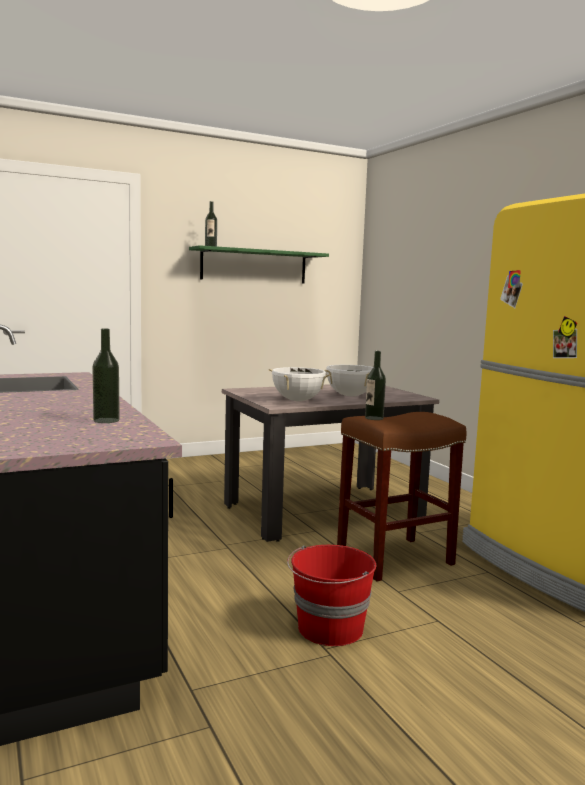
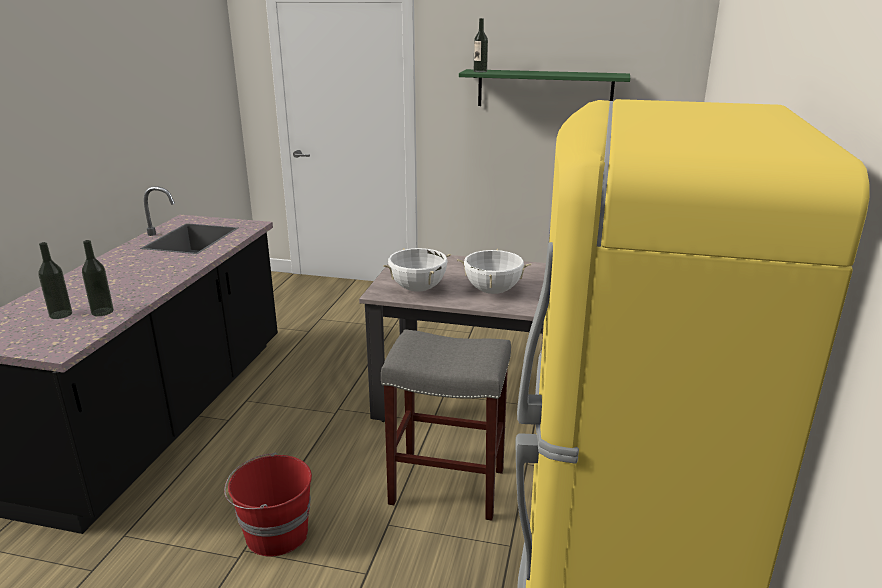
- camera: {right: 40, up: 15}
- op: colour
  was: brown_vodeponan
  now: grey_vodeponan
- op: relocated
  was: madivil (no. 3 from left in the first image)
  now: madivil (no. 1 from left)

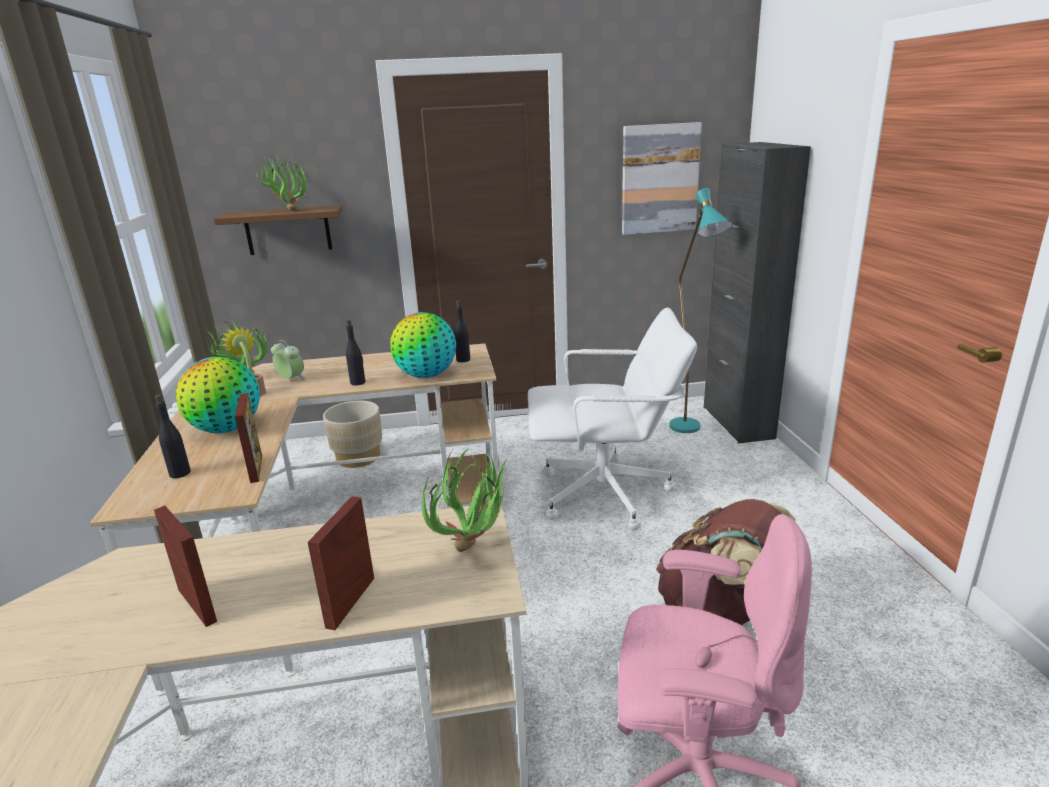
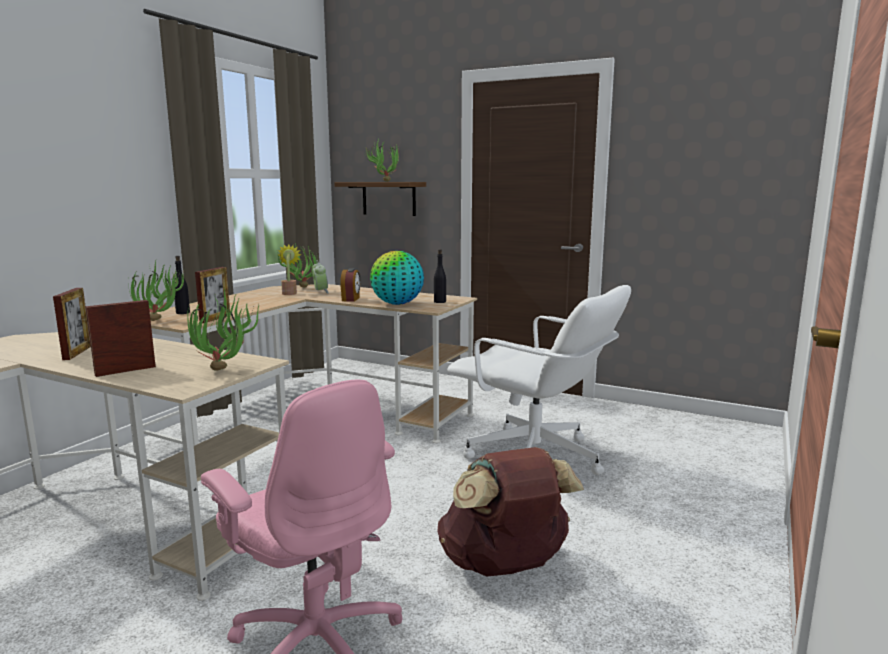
- camera: {right: 35, up: -10}
- op: missing
  was: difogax (no. 1 from left)
- op: missing
  was: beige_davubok
- op: exchanged
  was: black_madivil (no. 2 from left)
  now: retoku (no. 2 from left)
- op: missing
  was: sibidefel
- op: missing
  was: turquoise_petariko
- op: missing
  was: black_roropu
- op: appeared
  now: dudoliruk (no. 1 from left)

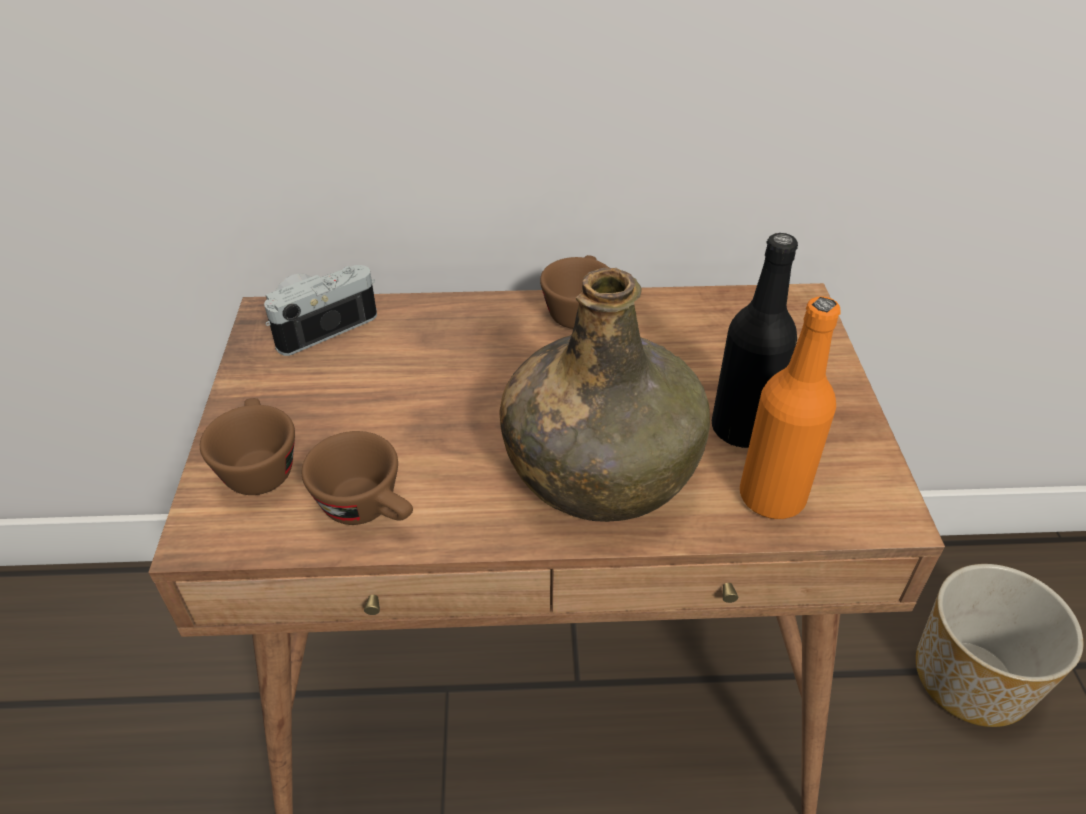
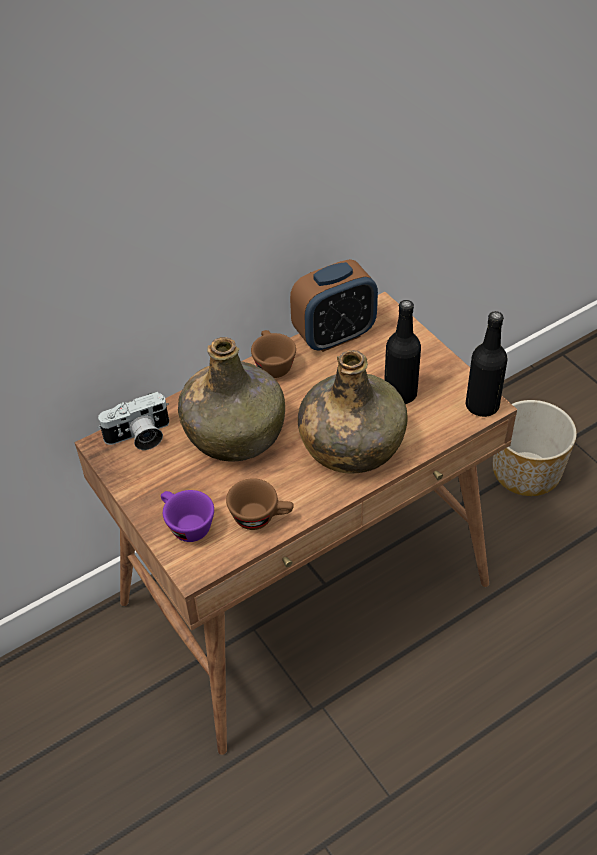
- camera: {right: -30, up: 5}
- op: colour
  was: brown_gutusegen (no. 1 from left)
  now: purple_gutusegen
- op: spun
  was: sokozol
  clockwise: -135
- op: missing
  was: orange_madivil
- op: appeared
  now: green_madivil (no. 1 from left)
- op: appeared
  now: retoku
- op: appeared
  now: black_madivil (no. 2 from left)

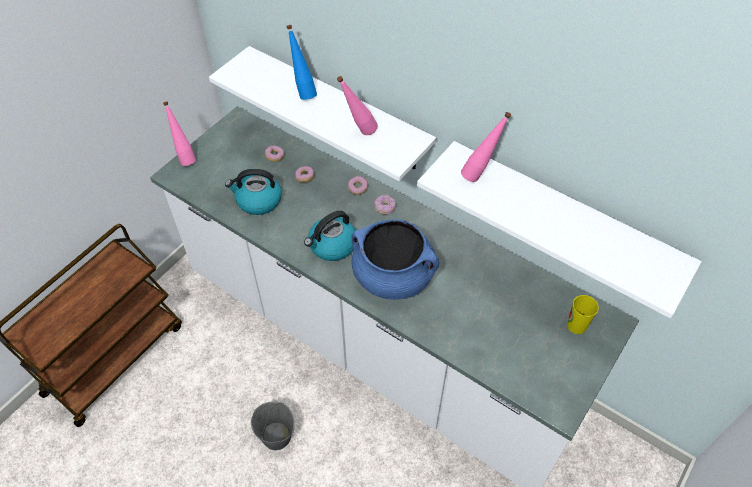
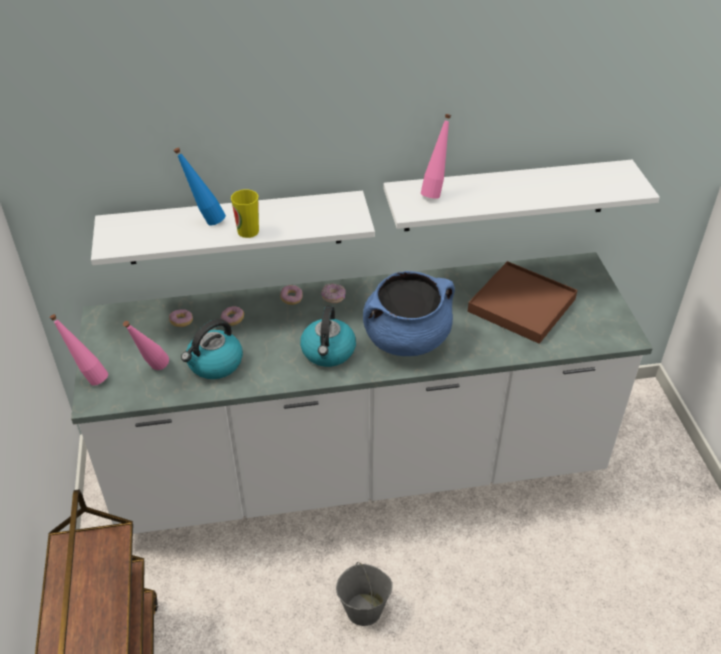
- camera: {right: -45, up: -10}
- op: relocated
  was: pink_madivil (no. 2 from left)
- op: relocated
  was: gutusegen
- op: appeared
  now: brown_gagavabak

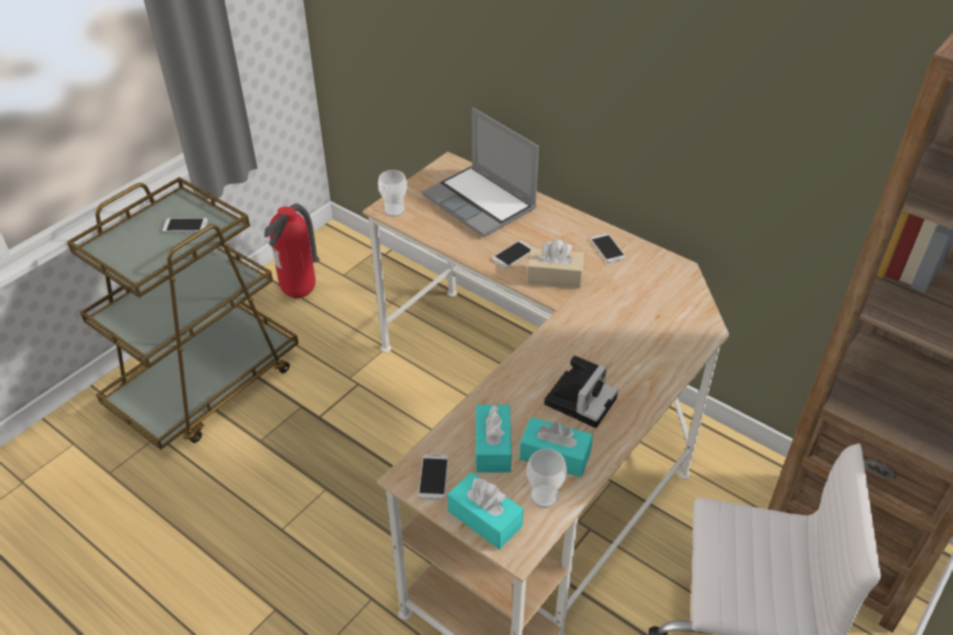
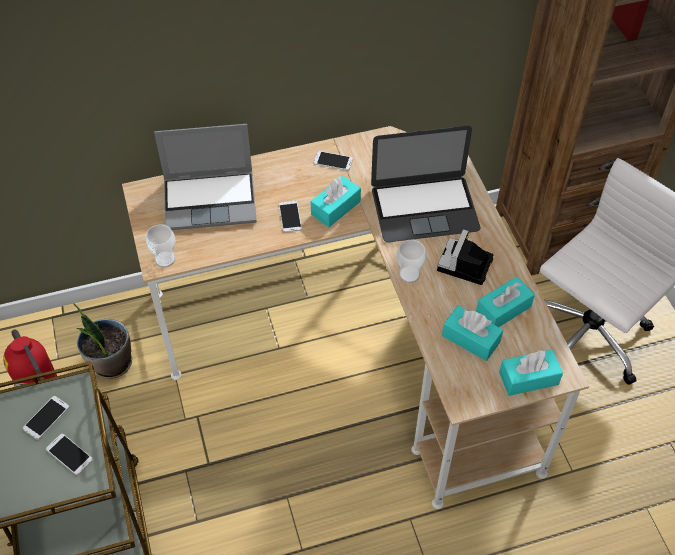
- camera: {right: -55, up: 10}
- op: relocated
  was: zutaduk (no. 2 from left)
- op: colour
  was: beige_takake
  now: turquoise_takake (no. 1 from left)
- op: relocated
  was: gutusegen (no. 2 from left)
- op: spun
  was: sokozol
  clockwise: -135
- op: appeared
  now: dudoliruk
- op: appeared
  now: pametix (no. 2 from left)

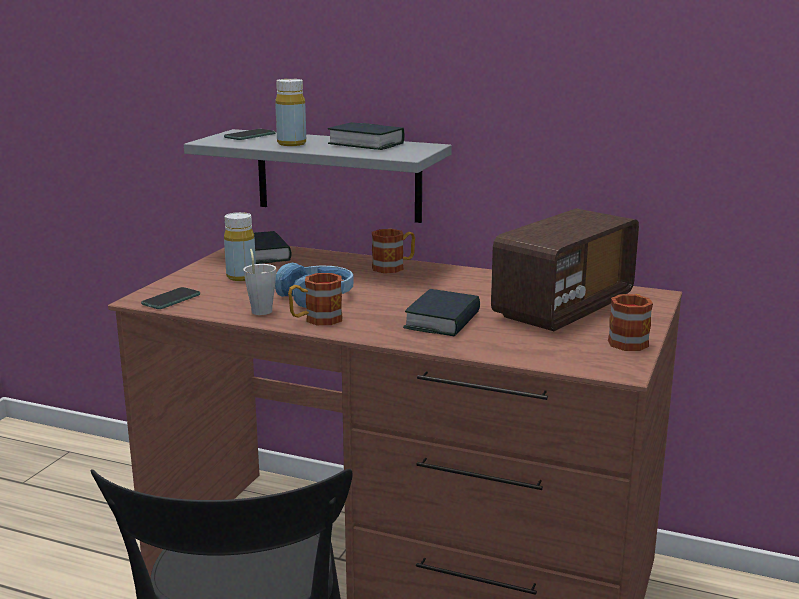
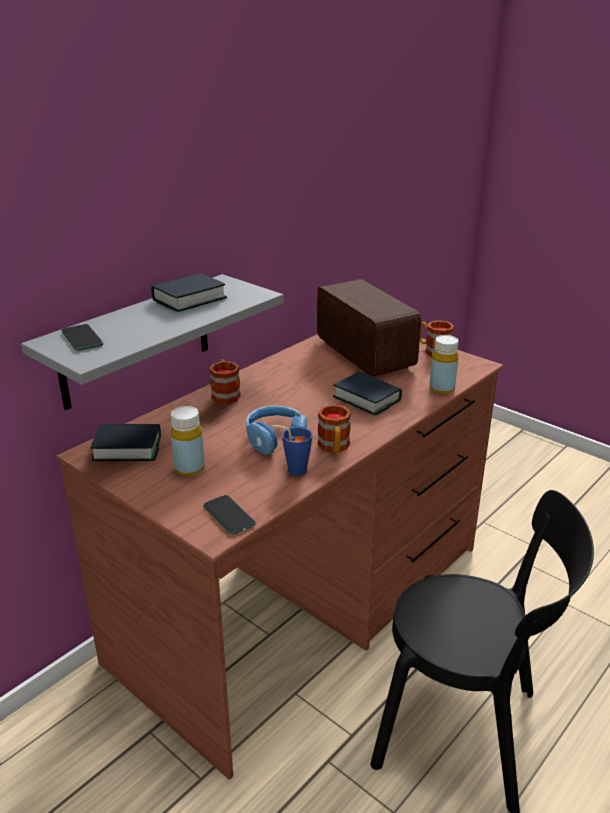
- camera: {right: -70, up: 10}
- op: colour
  was: grey_gutusegen
  now: blue_gutusegen
- op: relocated
  was: yellow_madivil (no. 2 from left)

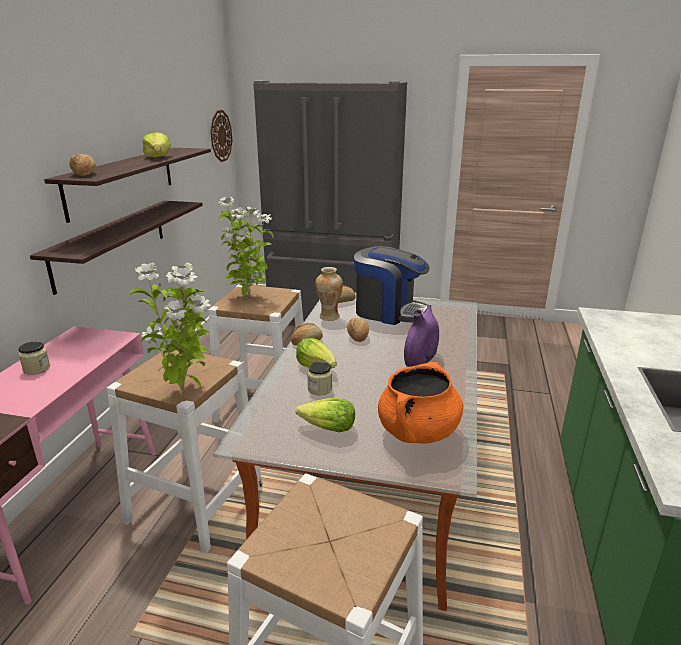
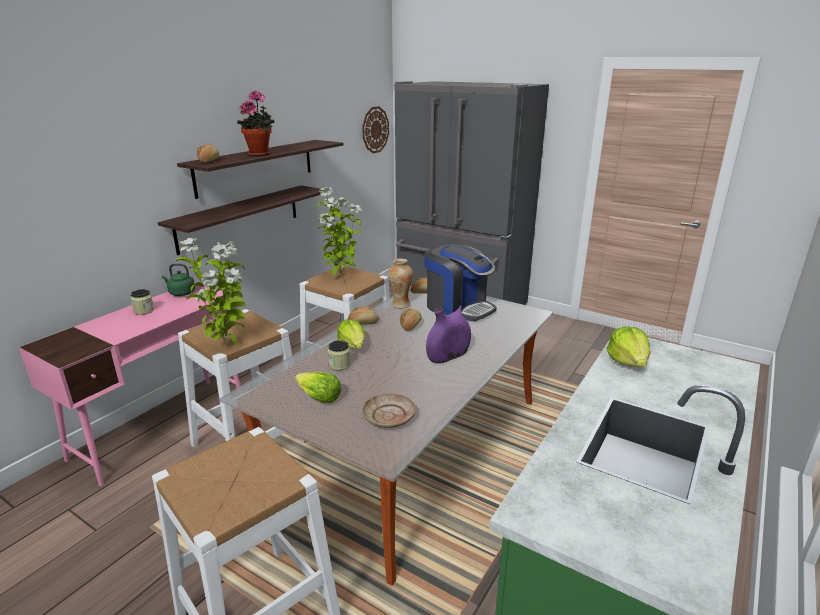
- camera: {right: 20, up: 0}
- op: relocated
  was: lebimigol (no. 1 from left in the first image)
  now: lebimigol (no. 3 from left)
- op: exchanged
  was: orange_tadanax
  now: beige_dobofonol
- op: appeared
  now: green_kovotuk
- op: appeared
  now: dudoliruk (no. 2 from left)

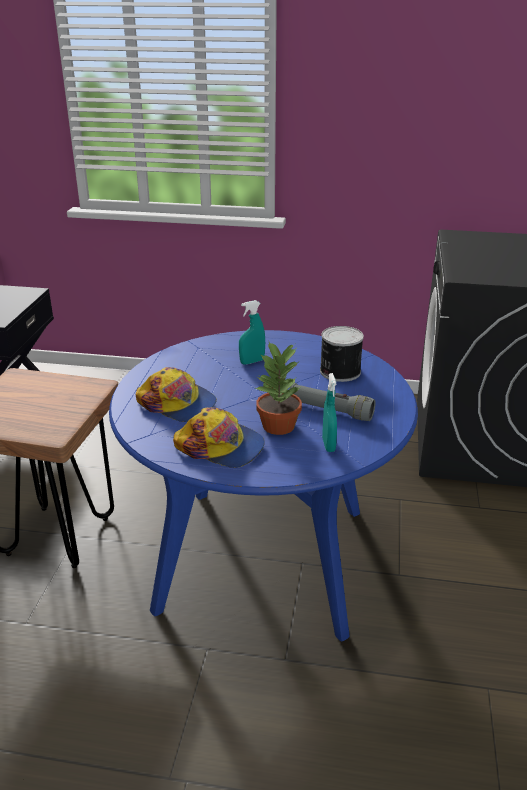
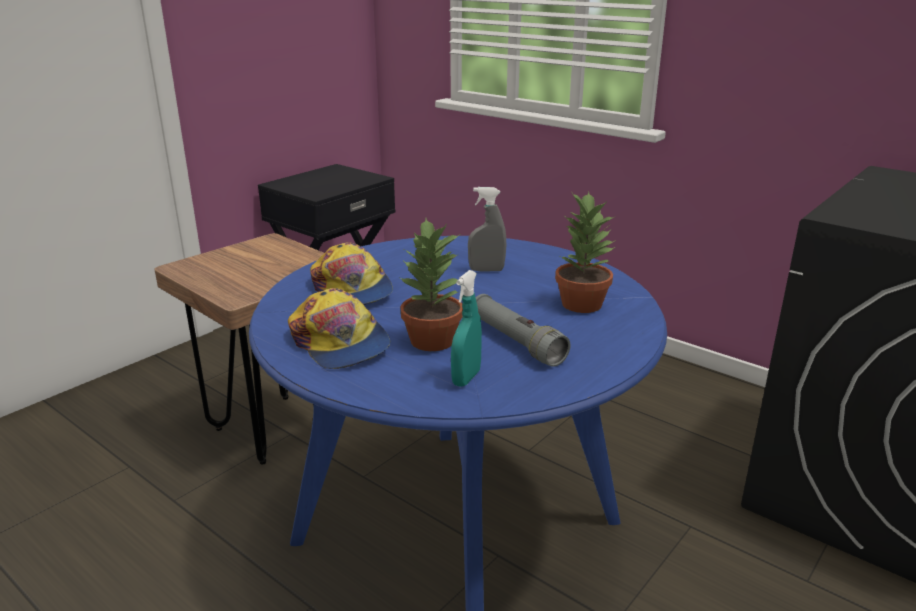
- camera: {right: 30, up: -5}
- op: colour
  was: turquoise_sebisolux (no. 1 from left)
  now: grey_sebisolux
- op: exchanged
  was: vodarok
  now: dudoliruk (no. 2 from left)

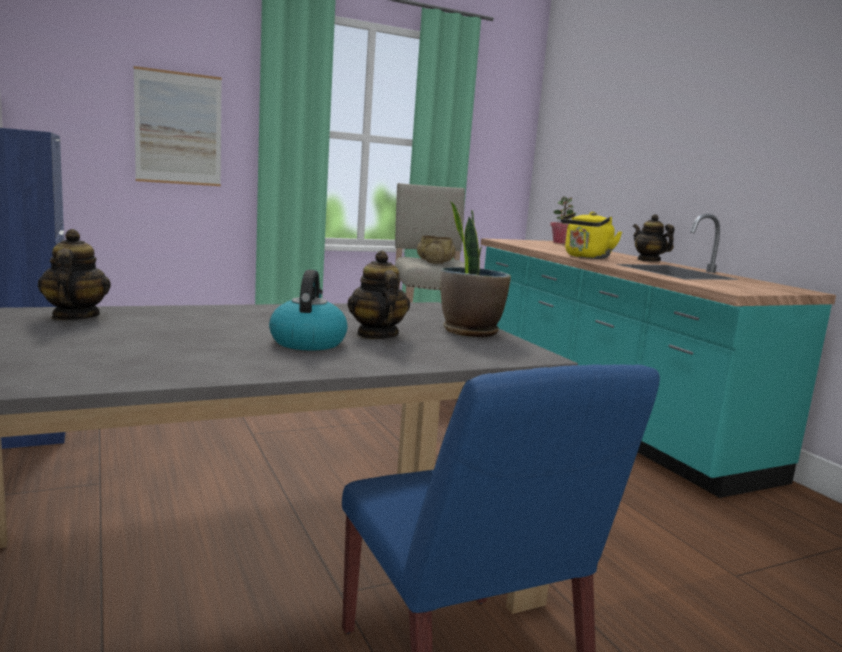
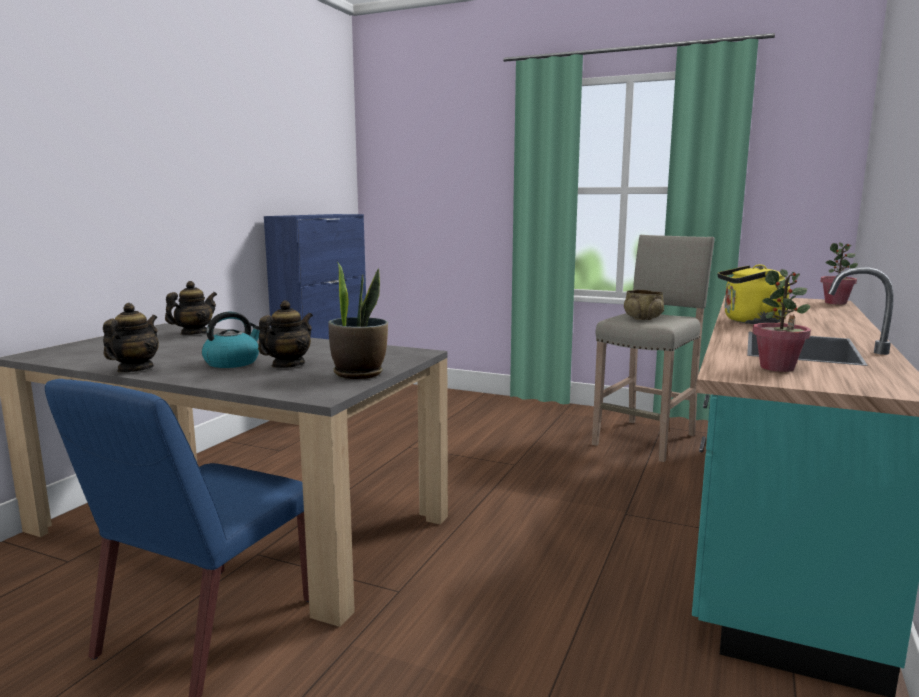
- camera: {right: 50, up: 0}
- op: missing
  was: sibidefel
- op: relocated
  was: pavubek (no. 3 from left in the first image)
  now: pavubek (no. 1 from left)
- op: appeared
  now: dudoliruk (no. 2 from left)

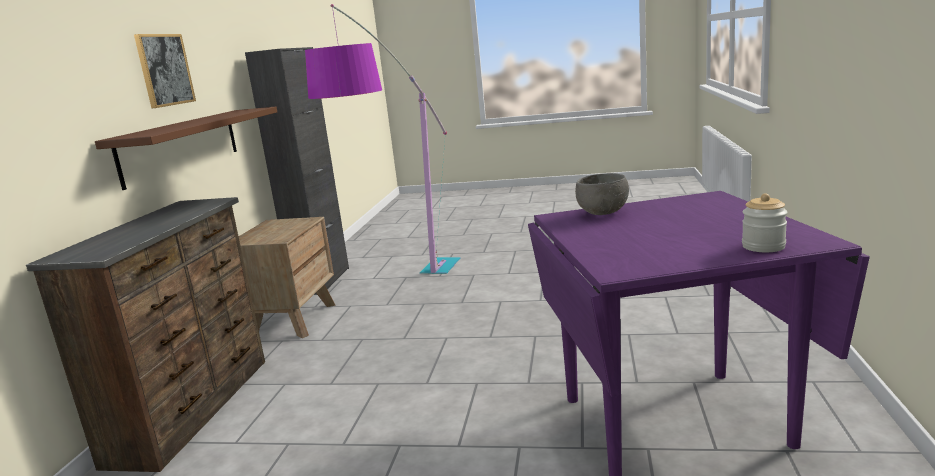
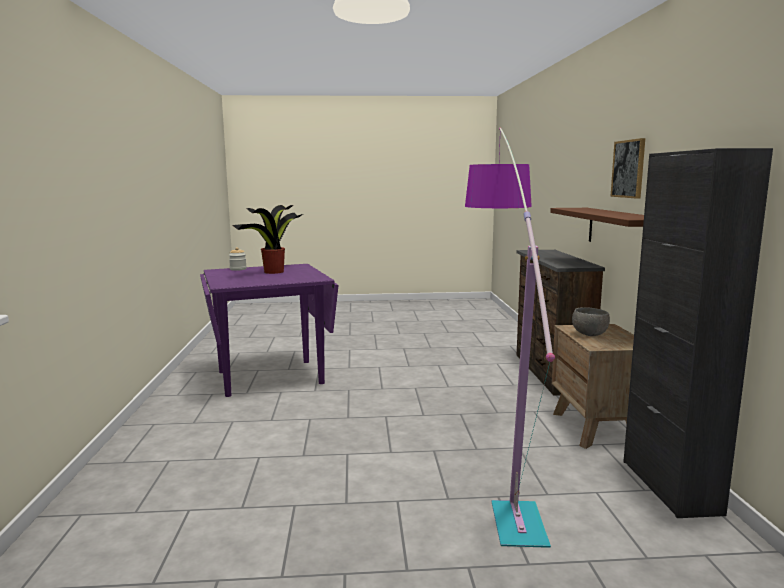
- camera: {right: 165, up: -5}
- op: relocated
  was: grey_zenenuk
- op: appeared
  now: dudoliruk

